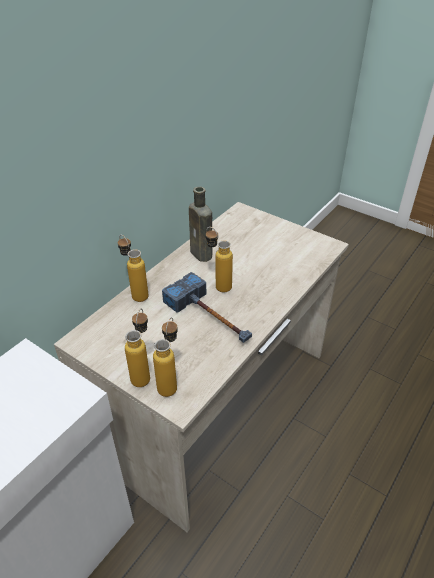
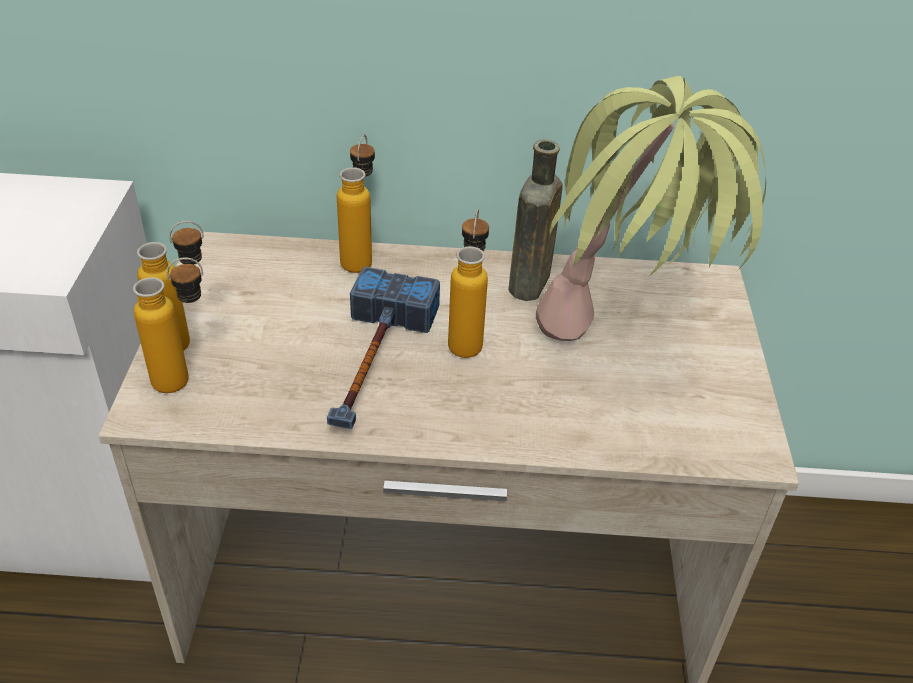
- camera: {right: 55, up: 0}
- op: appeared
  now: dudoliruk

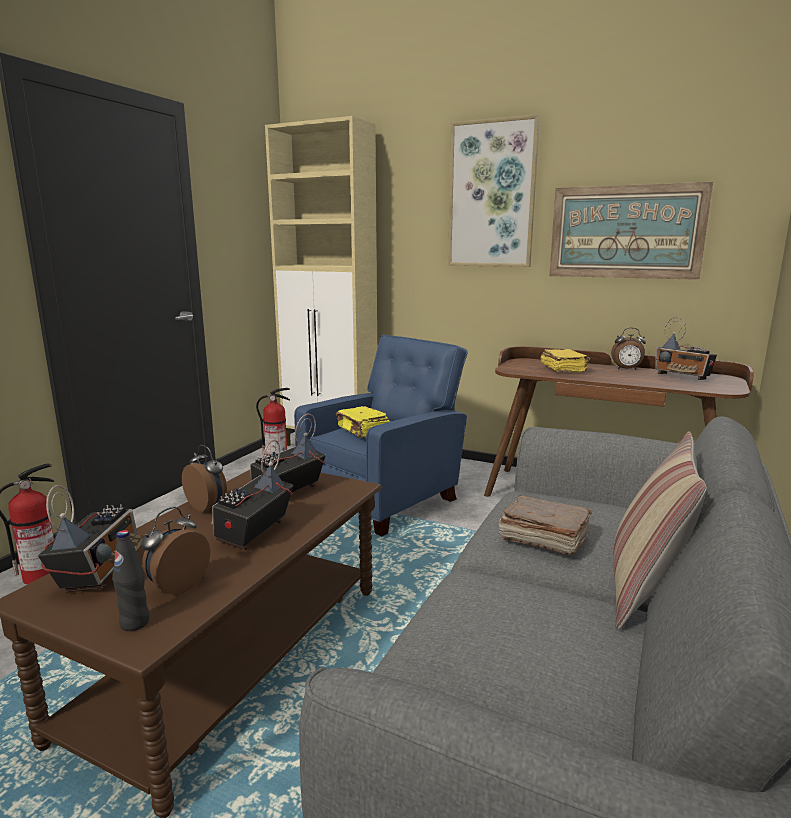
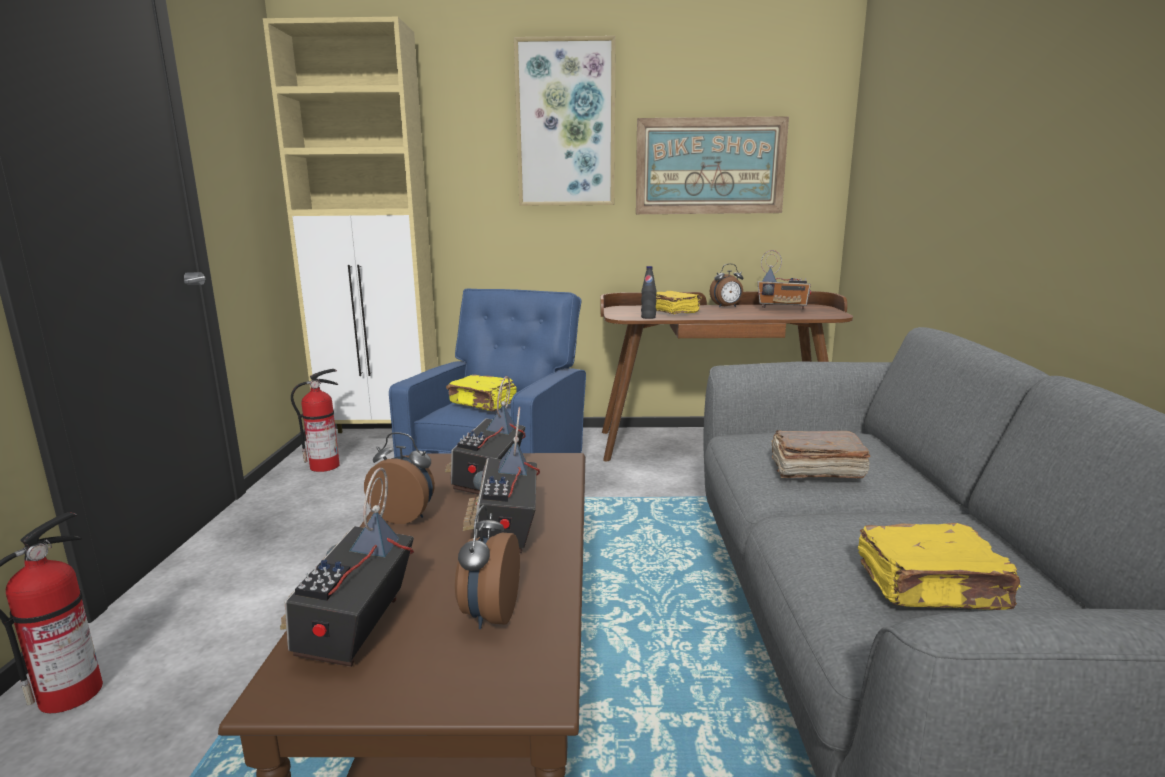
- camera: {right: -25, up: 0}
- op: spun
  was: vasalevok (no. 1 from left)
  clockwise: -150
- op: relocated
  was: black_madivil
- op: missing
  was: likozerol
- op: appeared
  now: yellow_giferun (no. 3 from left)

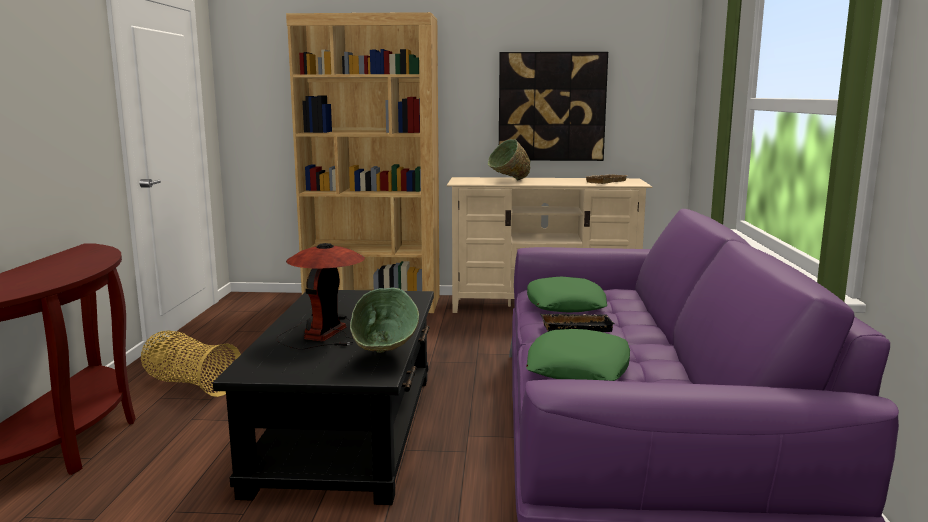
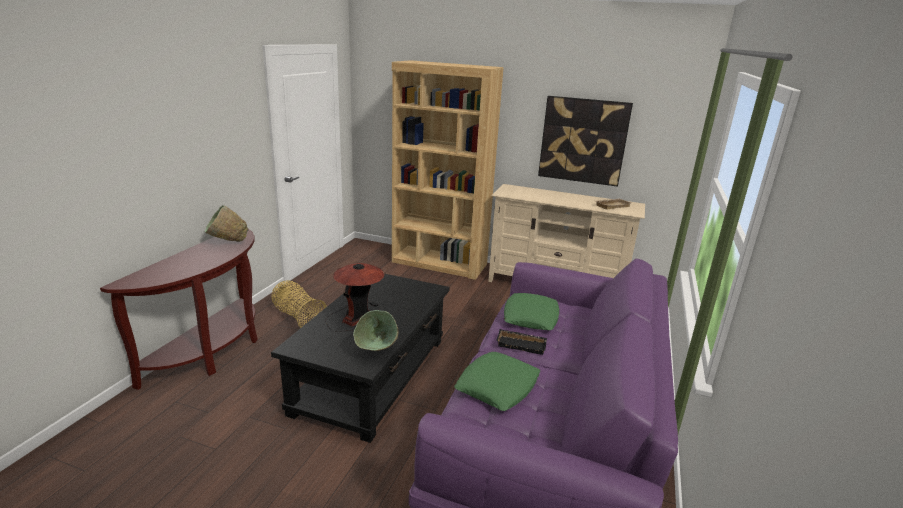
- camera: {right: 15, up: 10}
- op: relocated
  was: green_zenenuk (no. 2 from left in the first image)
  now: green_zenenuk (no. 1 from left)

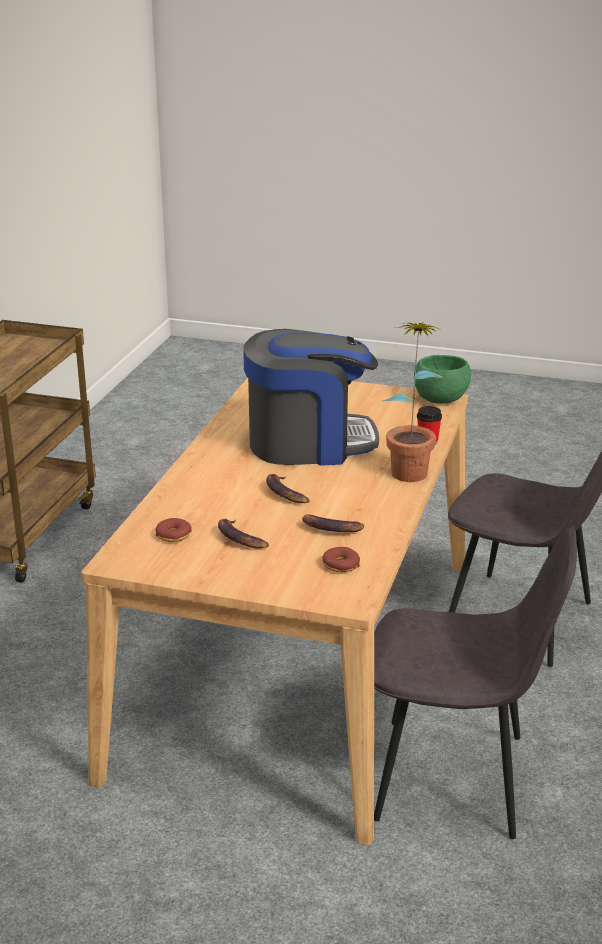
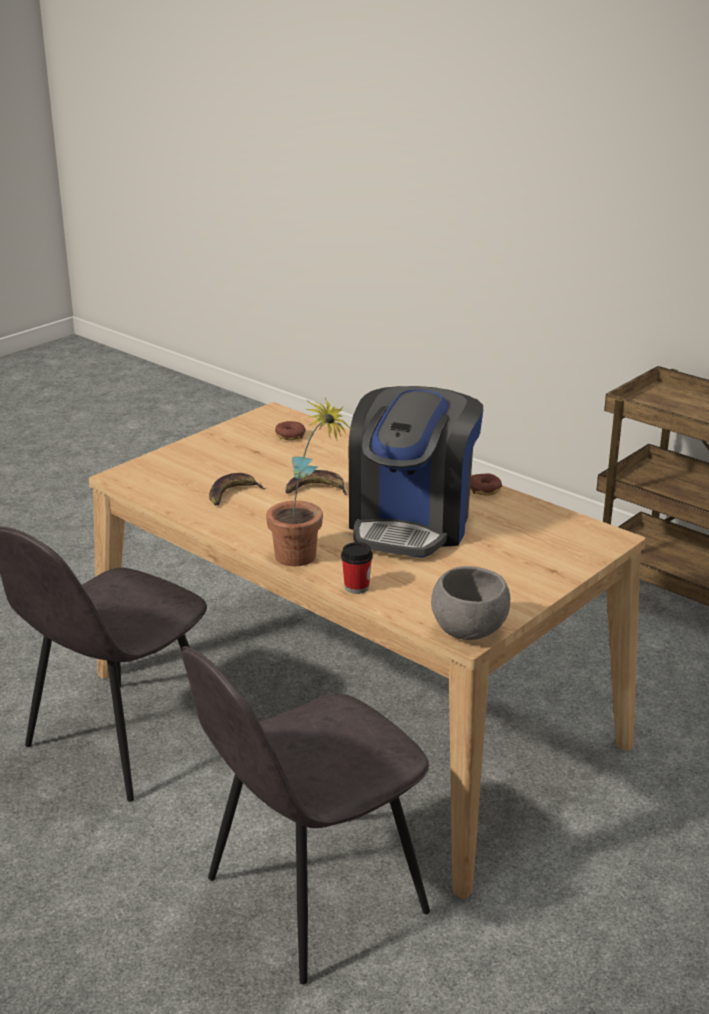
- camera: {right: 115, up: 0}
- op: missing
  was: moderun (no. 1 from left)
- op: relocated
  was: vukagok (no. 2 from left)
- op: colour
  was: green_zenenuk
  now: grey_zenenuk

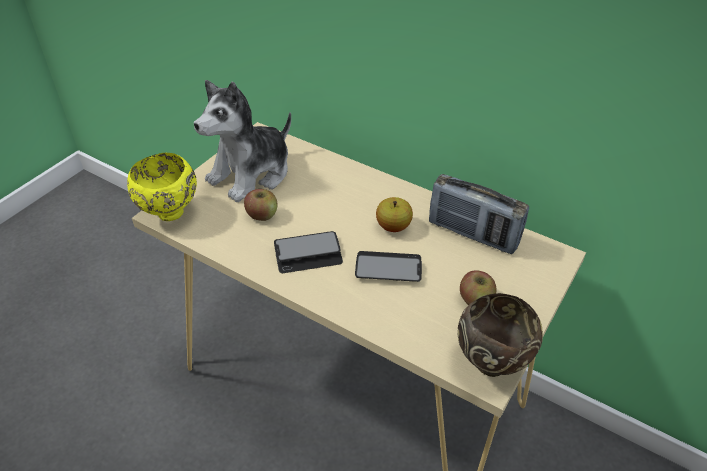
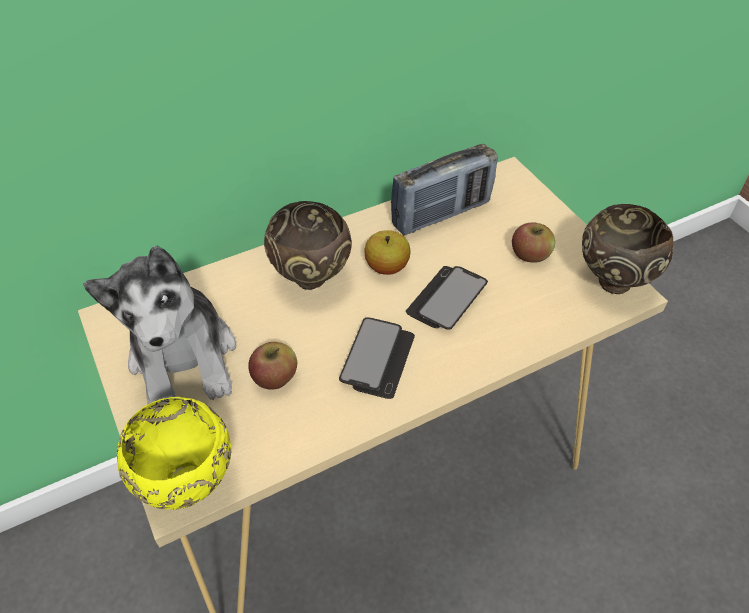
- camera: {right: -60, up: 5}
- op: appeared
  now: brown_zenenuk (no. 1 from left)

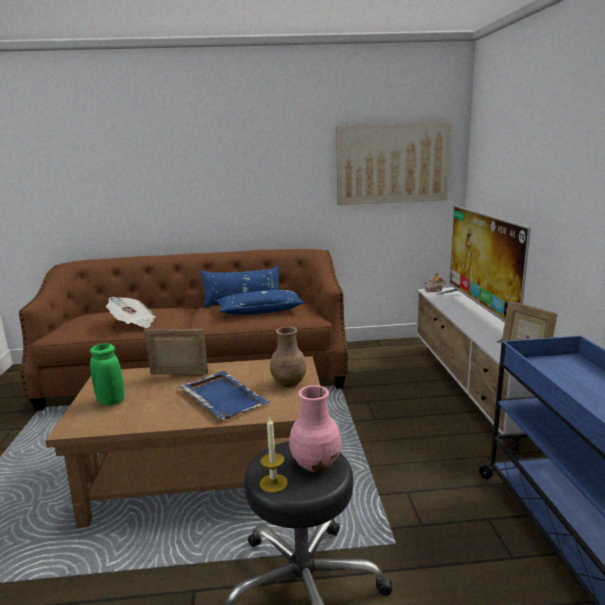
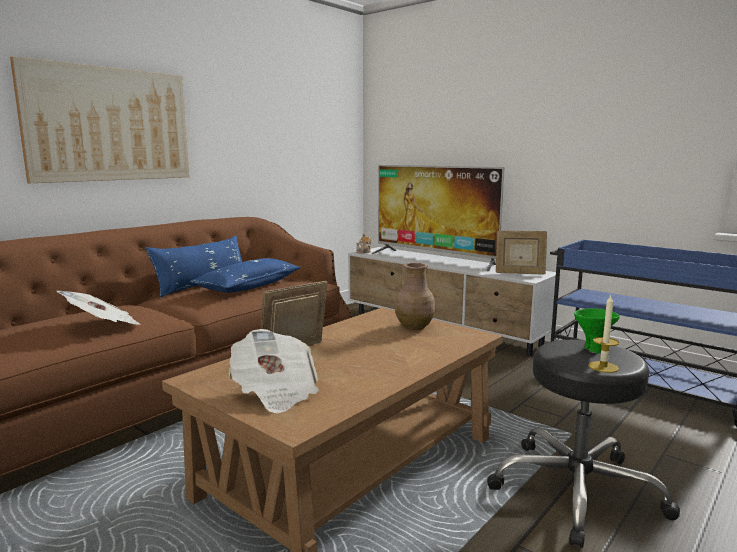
- camera: {right: -45, up: -5}
- op: exchanged
  was: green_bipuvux
  now: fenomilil (no. 2 from left)
- op: missing
  was: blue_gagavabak
- op: exchanged
  was: pink_bipuvux
  now: green_zenenuk
- op: relocated
  was: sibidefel

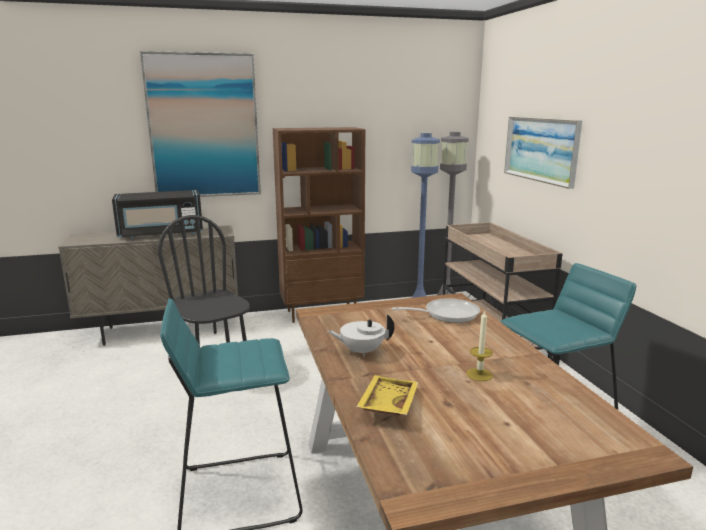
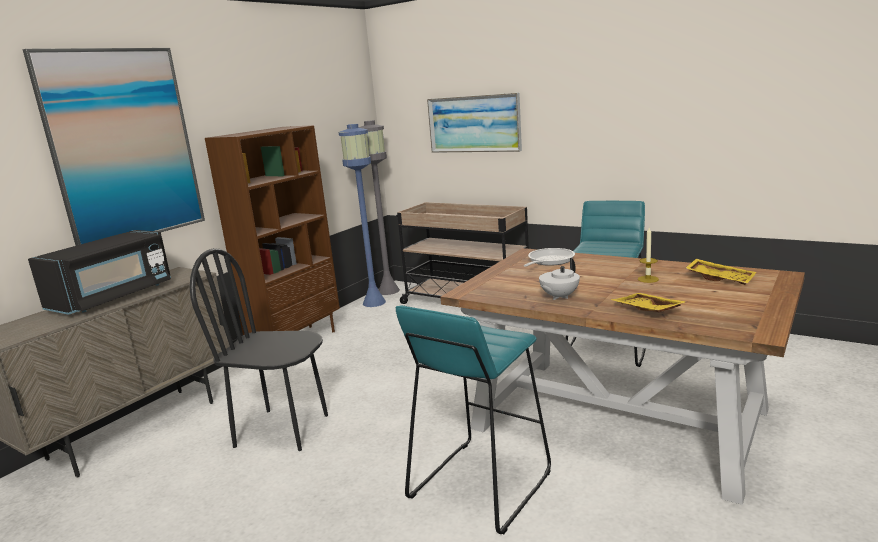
- camera: {right: -40, up: 0}
- op: appeared
  now: yellow_gagavabak (no. 2 from left)

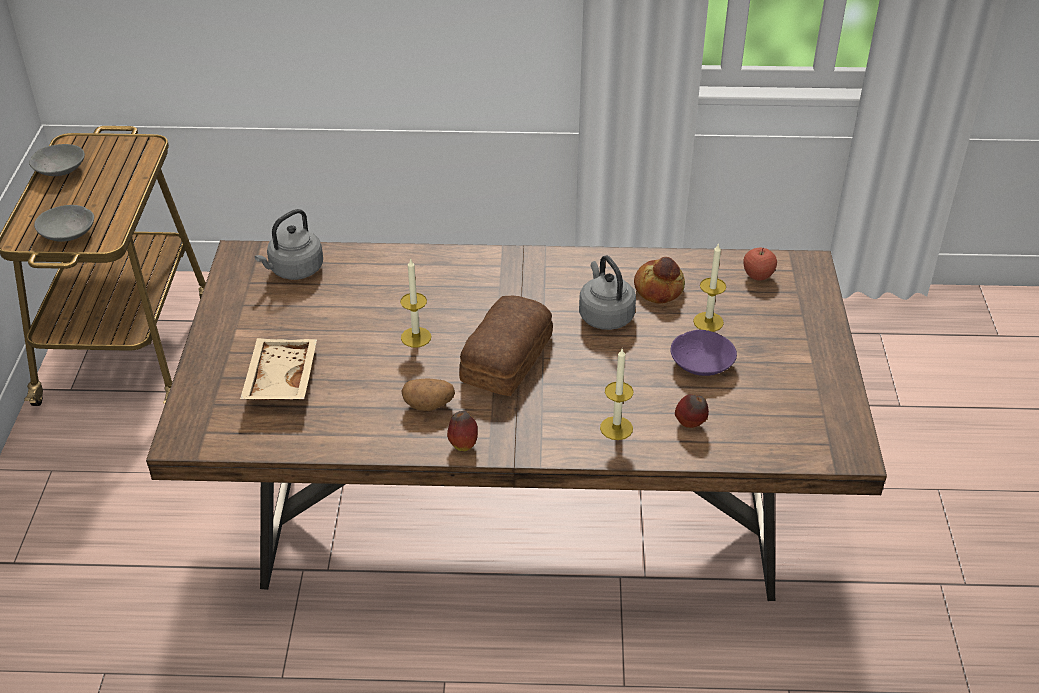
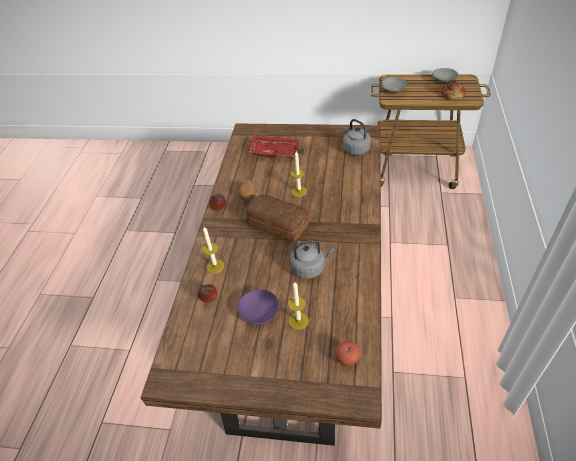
- camera: {right: 100, up: 5}
- op: colour
  was: beige_gagavabak
  now: red_gagavabak
- op: relocated
  was: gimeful (no. 2 from left)

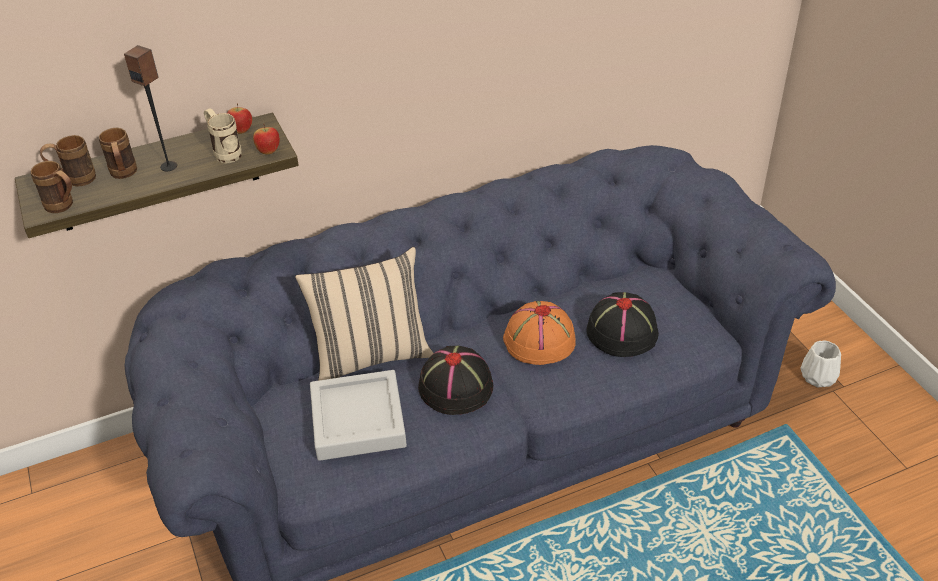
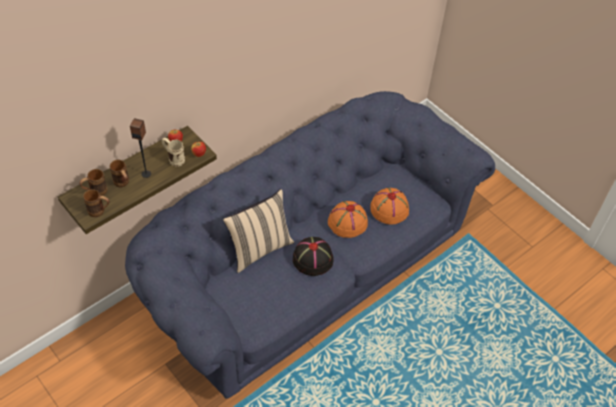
- camera: {right: -20, up: 10}
- op: missing
  was: grey_gagavabak
- op: colour
  was: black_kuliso (no. 2 from left)
  now: orange_kuliso (no. 2 from left)
- op: missing
  was: white_bipuvux

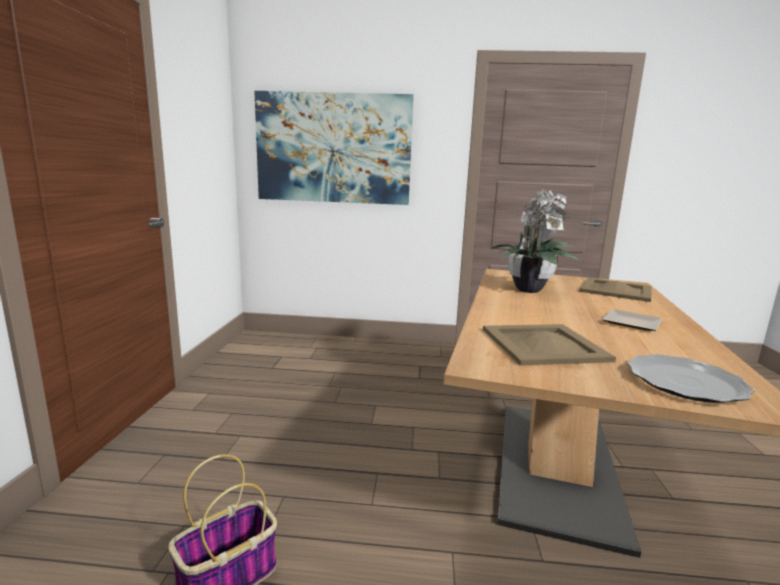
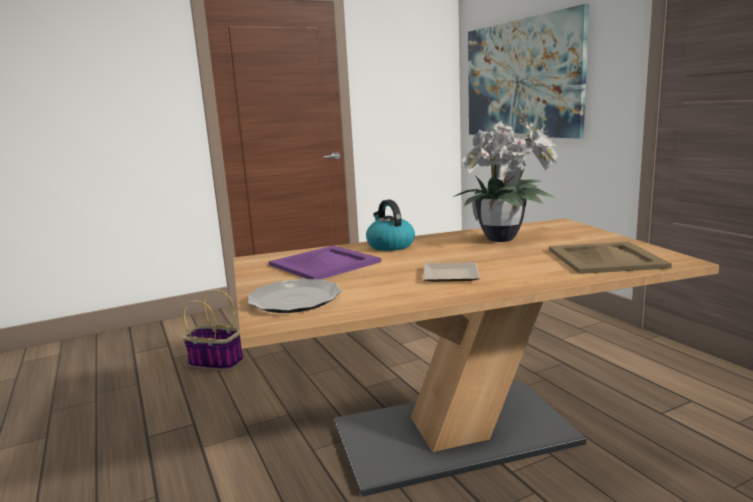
- camera: {right: 60, up: 0}
- op: colour
  was: beige_gagavabak (no. 1 from left)
  now: purple_gagavabak
- op: appeared
  now: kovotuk

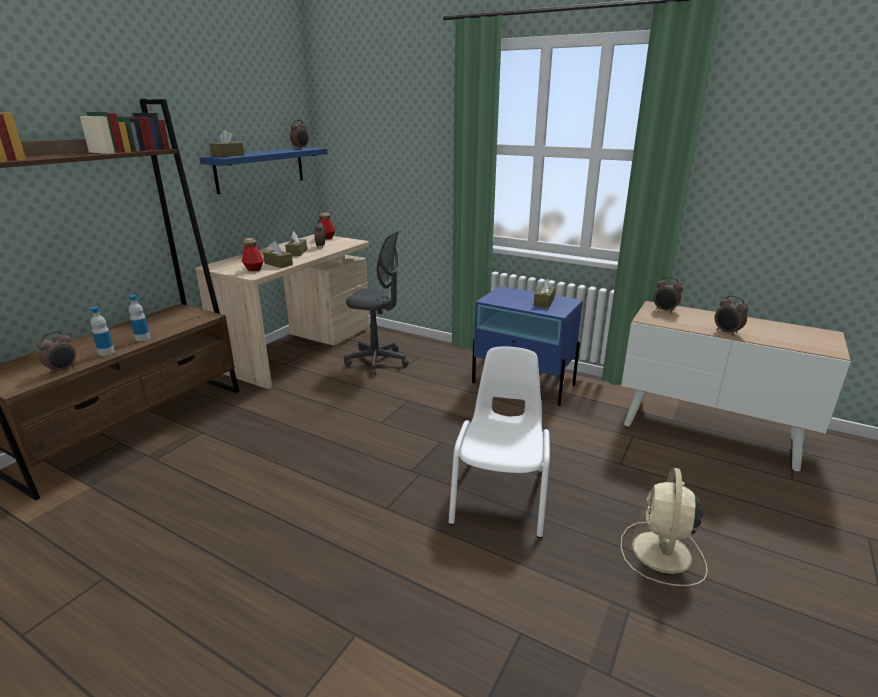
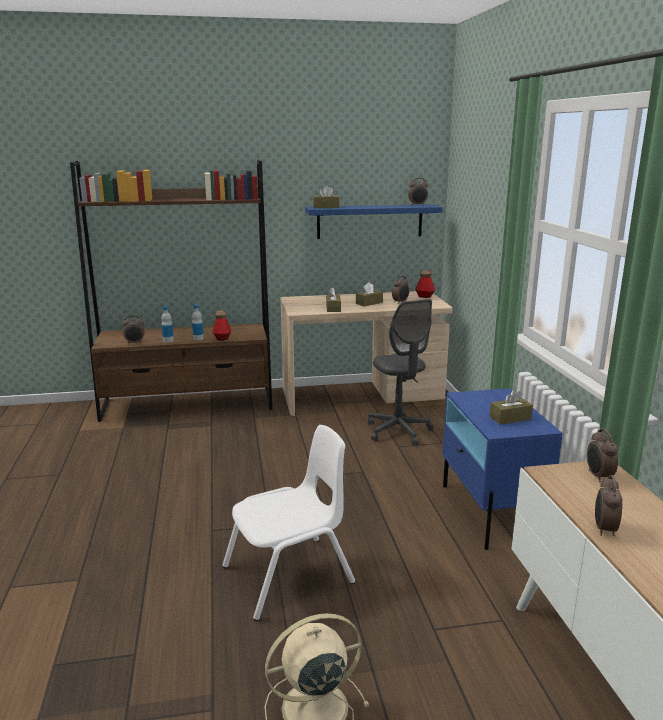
- camera: {right: 50, up: -5}
- op: relocated
  was: madivil (no. 3 from left)

